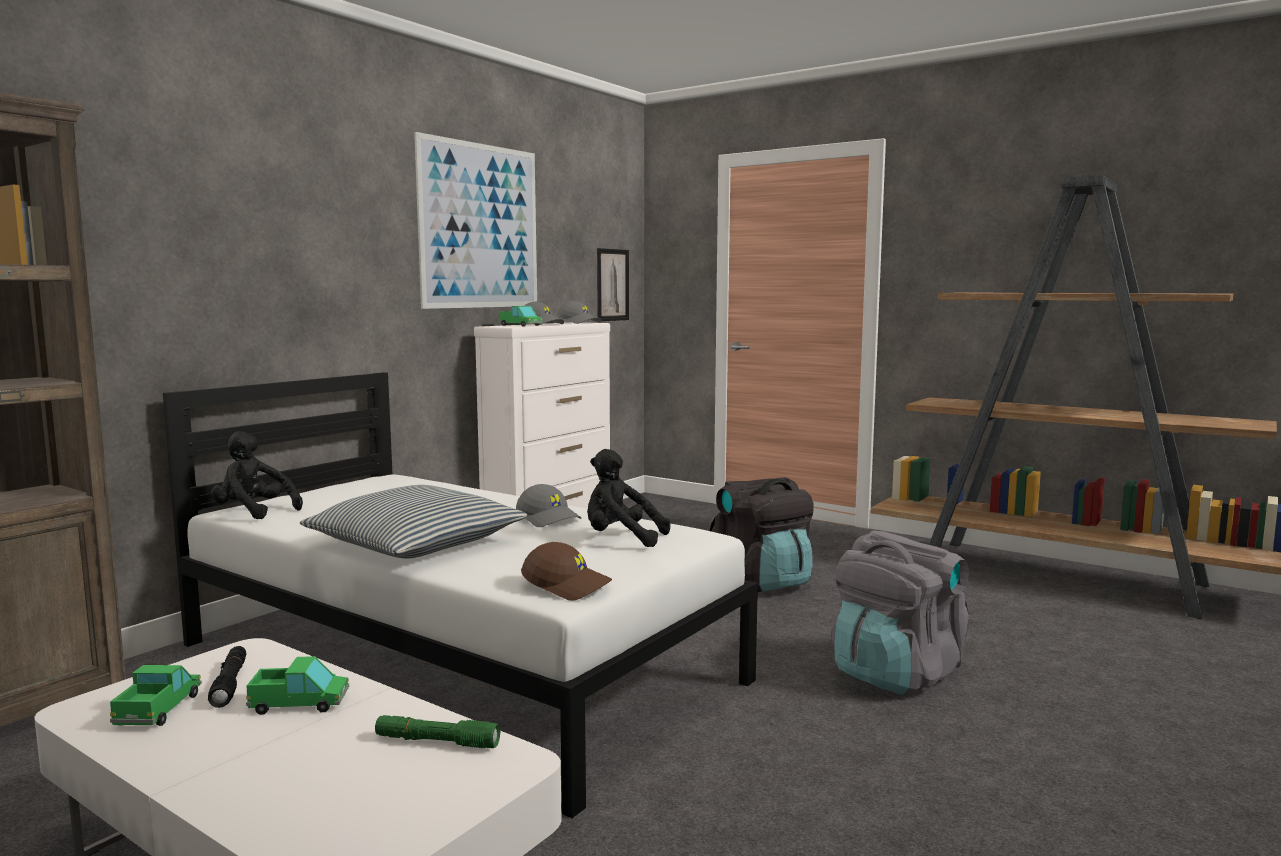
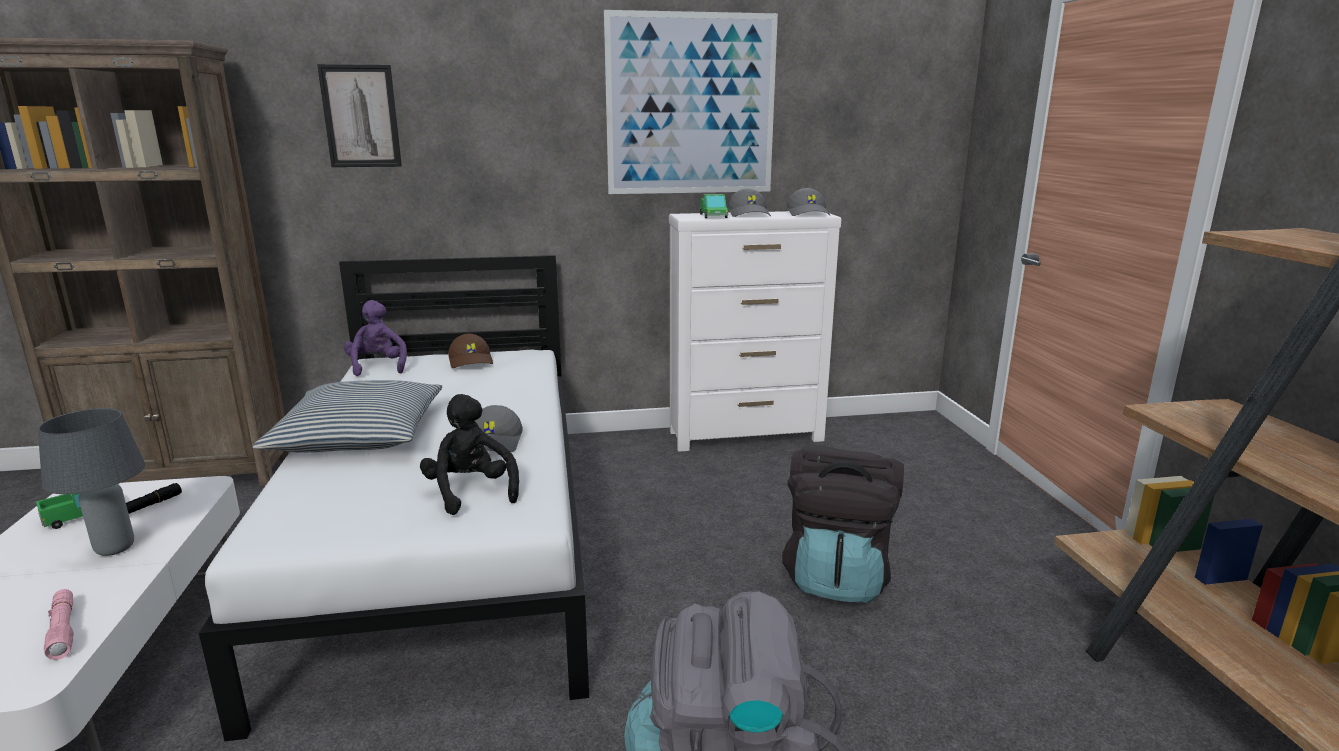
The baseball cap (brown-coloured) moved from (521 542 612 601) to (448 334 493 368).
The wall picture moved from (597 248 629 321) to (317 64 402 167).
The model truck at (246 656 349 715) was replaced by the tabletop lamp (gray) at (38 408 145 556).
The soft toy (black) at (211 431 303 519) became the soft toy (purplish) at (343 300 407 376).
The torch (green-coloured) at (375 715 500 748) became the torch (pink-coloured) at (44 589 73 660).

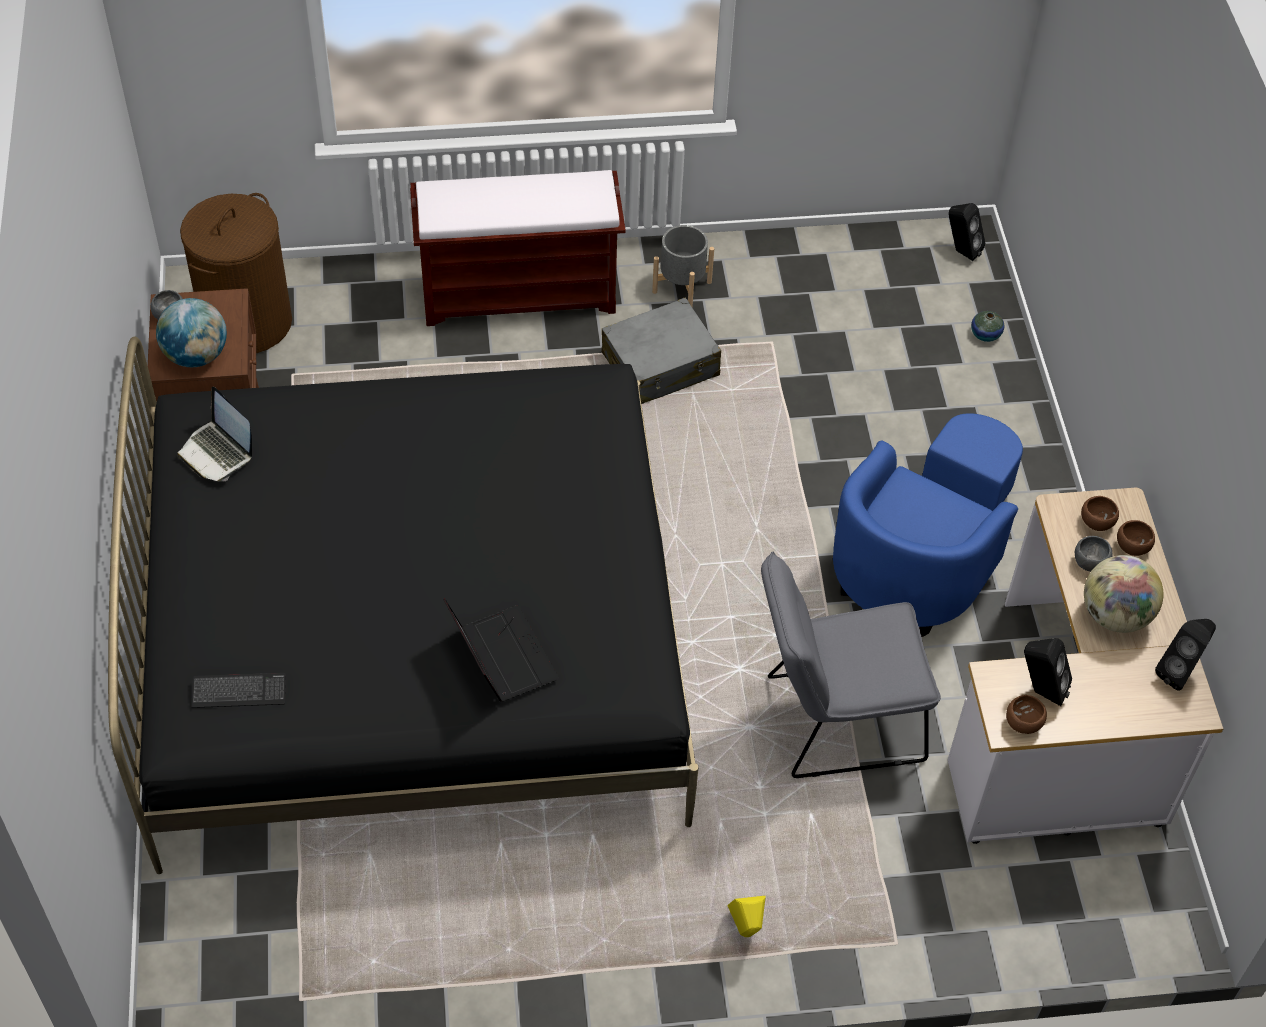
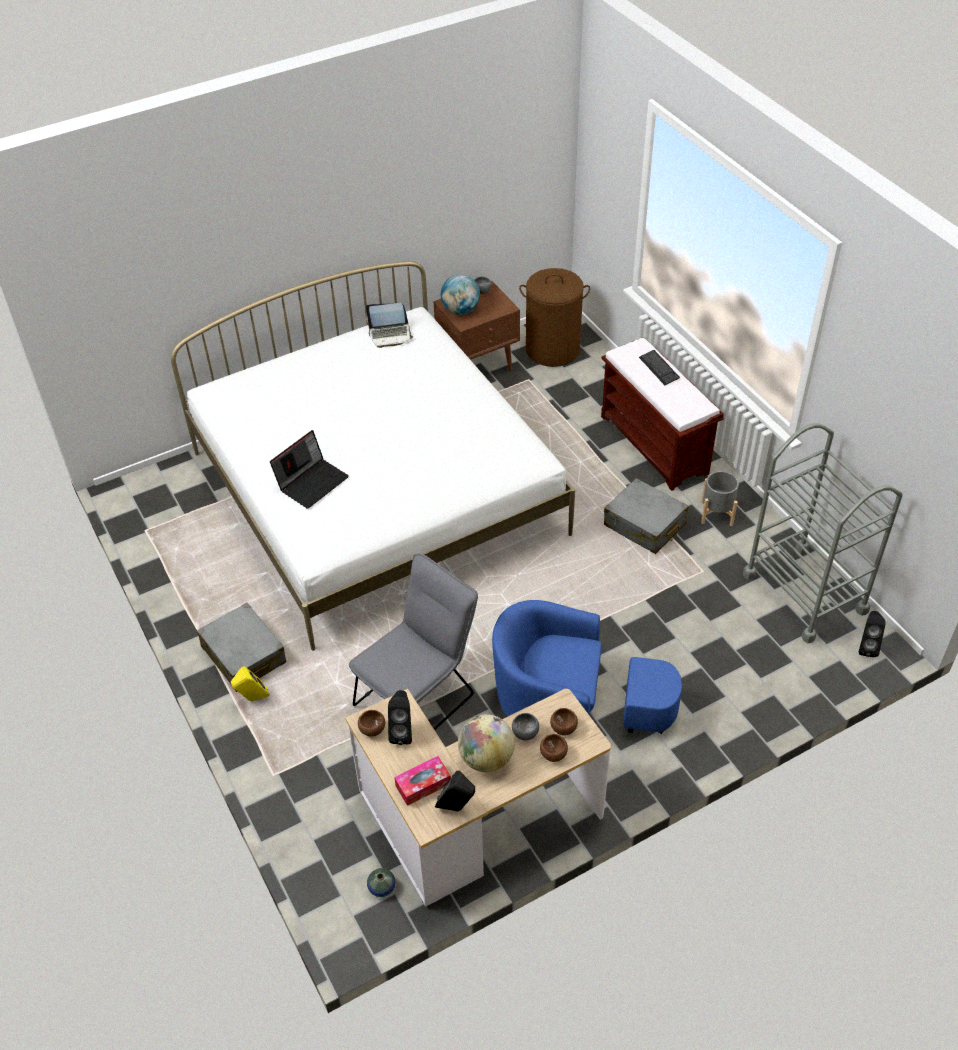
The travel case (gray) at (197 603 286 692) appeared.
The tissue holder at (394 756 451 806) appeared.
The wheeled cart (gray) at (743 423 903 643) appeared.
The computer keyboard moved from (192 673 286 708) to (639 350 680 385).
The decorative vase moved from (971 311 1004 342) to (367 868 396 897).
The sleeping bed (black) at (108 337 698 874) became the sleeping bed (white) at (171 261 575 651).
The notebook computer at (177 386 252 482) turned 120 degrees counterclockwise.
The plain chair (gray) at (761 551 941 778) turned 75 degrees clockwise.

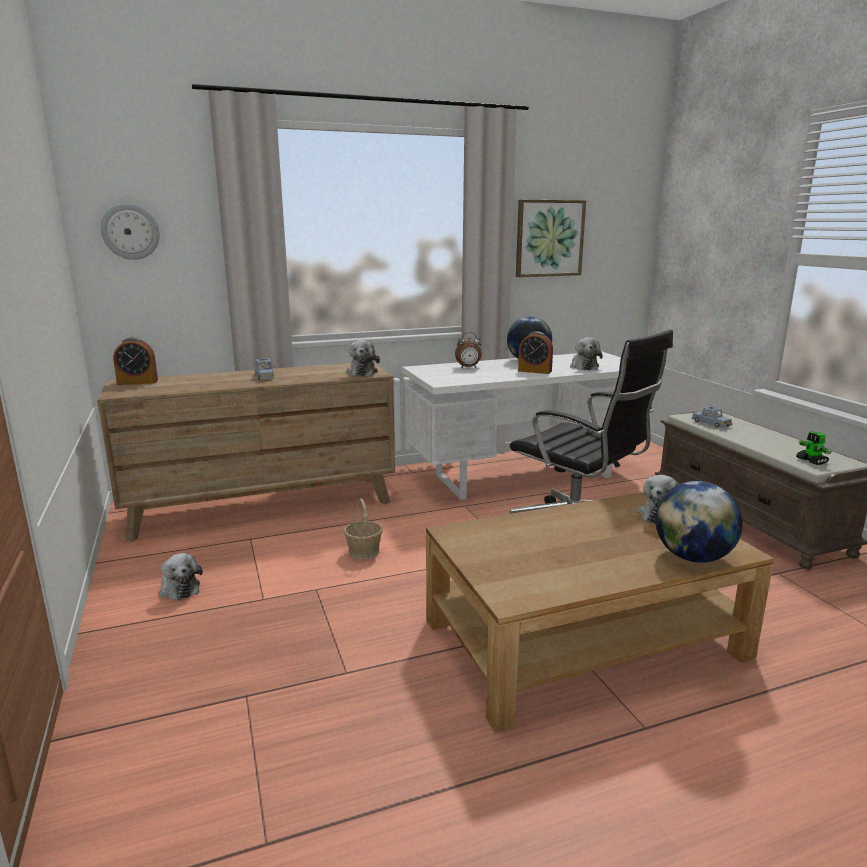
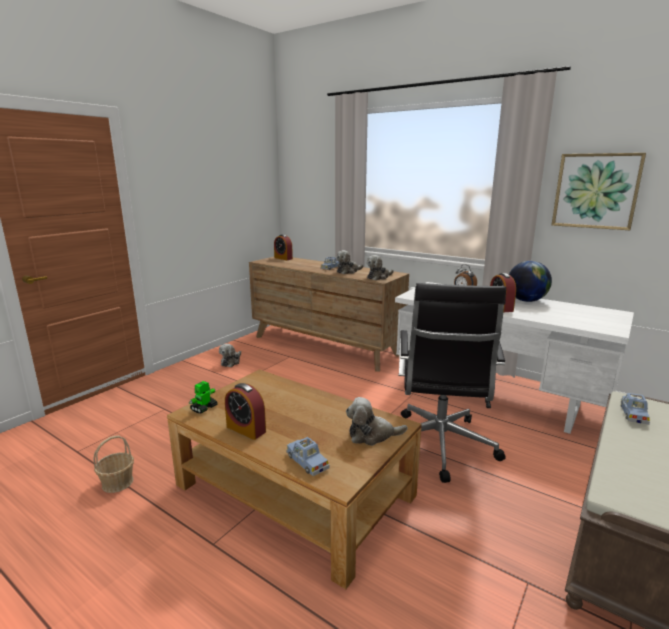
The hanging clock at (101 204 160 260) disappeared.
The alarm clock at (225 383 266 440) appeared.
The storage basket moved from (344 499 383 560) to (93 436 134 493).
The soft toy moved from (570 337 603 370) to (336 250 363 274).
The model robot moved from (796 431 831 465) to (189 381 217 414).
The desk globe at (655 481 743 563) was replaced by the miniature car (bluish) at (286 437 330 476).

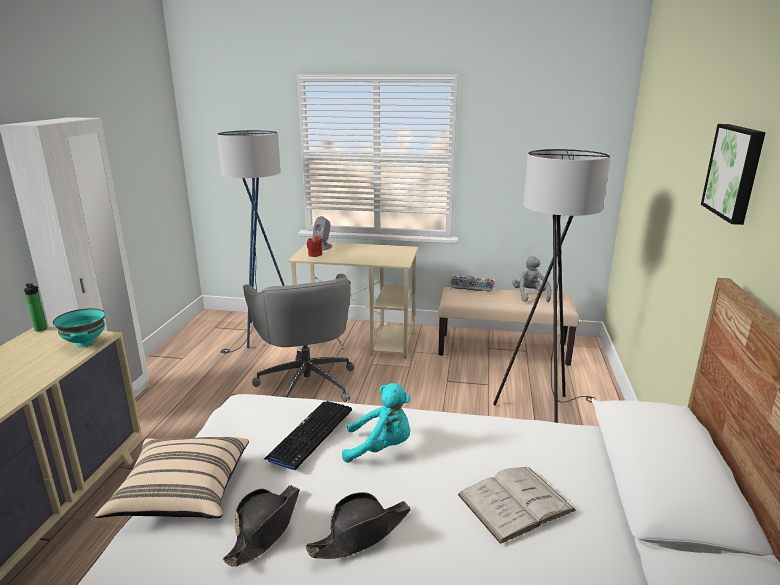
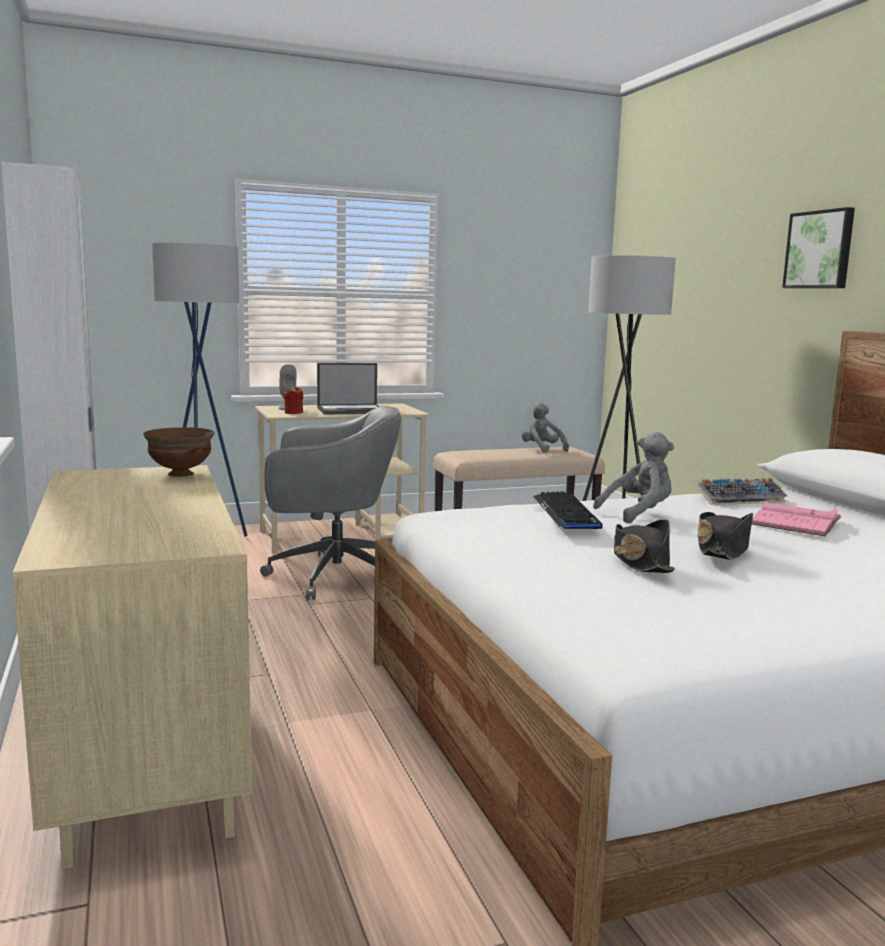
The beverage bottle at (24 283 47 331) disappeared.
The cushion (beige) at (95 437 249 519) disappeared.
The notebook computer at (317 363 379 414) appeared.
The computer keyboard moved from (448 275 495 293) to (693 478 787 505).
The bowl (turquoise) at (53 308 105 347) became the bowl (brown-coloured) at (143 427 214 477).
The soft toy (turquoise) at (342 383 410 463) became the soft toy (gray) at (593 432 674 523).
The bound book (white) at (458 467 576 544) became the bound book (pink-coloured) at (752 502 841 536).
The computer chair (gray) at (243 274 354 402) turned 45 degrees counterclockwise.

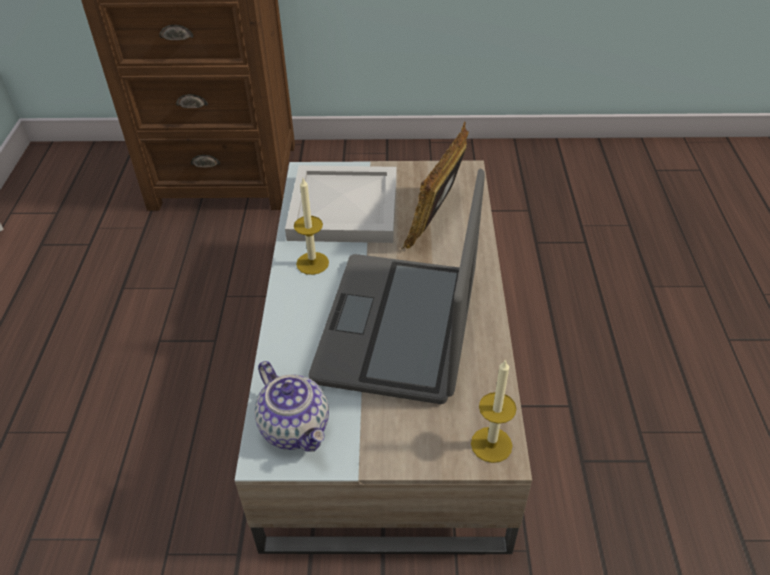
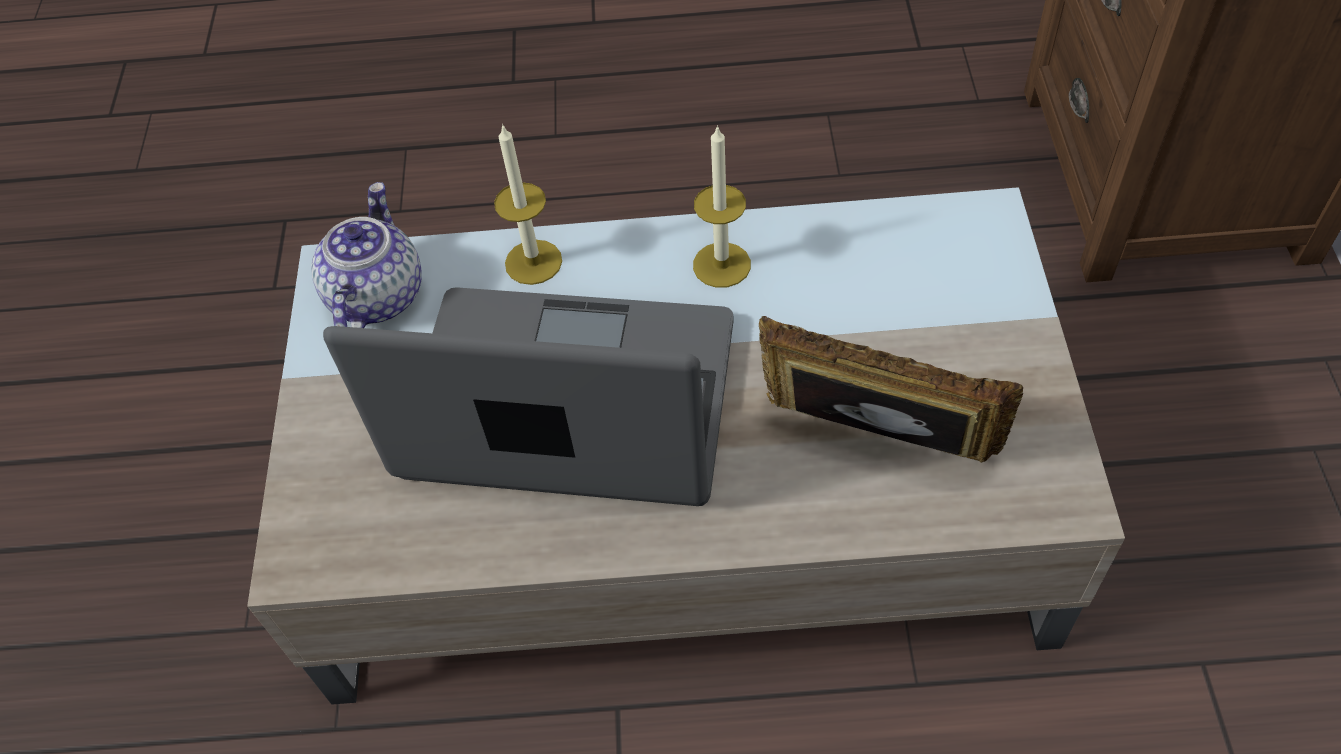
The tray (white) at (285 165 397 243) disappeared.
The wax candle moved from (471 359 517 463) to (494 124 562 285).
The tea pot at (254 361 329 451) turned 135 degrees clockwise.

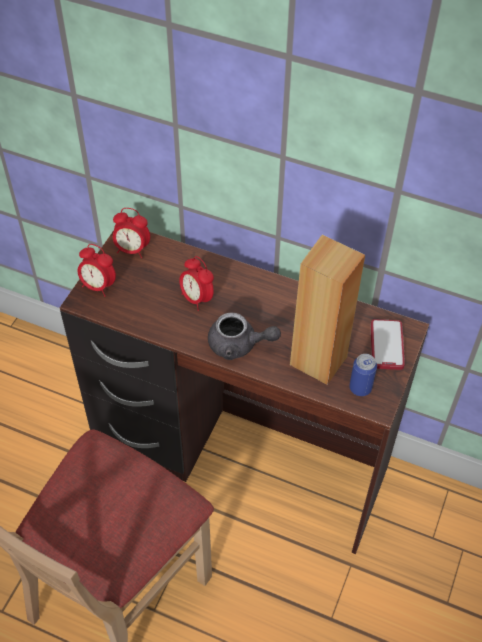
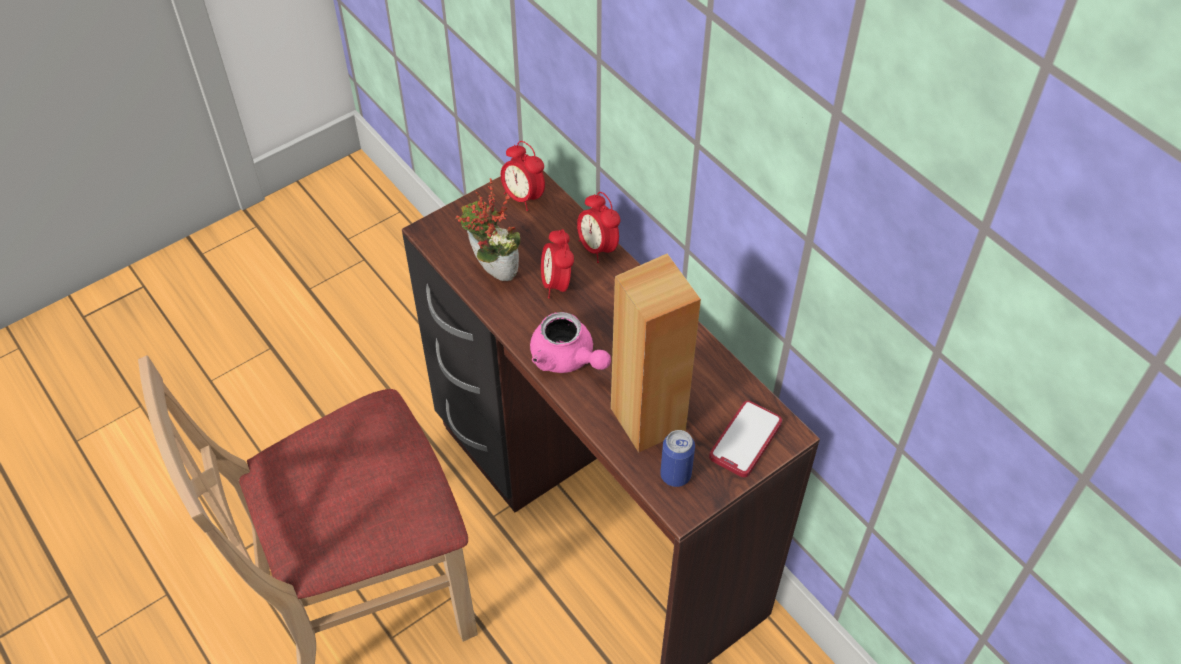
The plant in a pot at (456 178 520 281) appeared.
The alarm clock moved from (77 244 116 297) to (577 192 620 263).
The tea pot (gray) at (208 312 281 360) became the tea pot (pink-coloured) at (530 312 611 373).

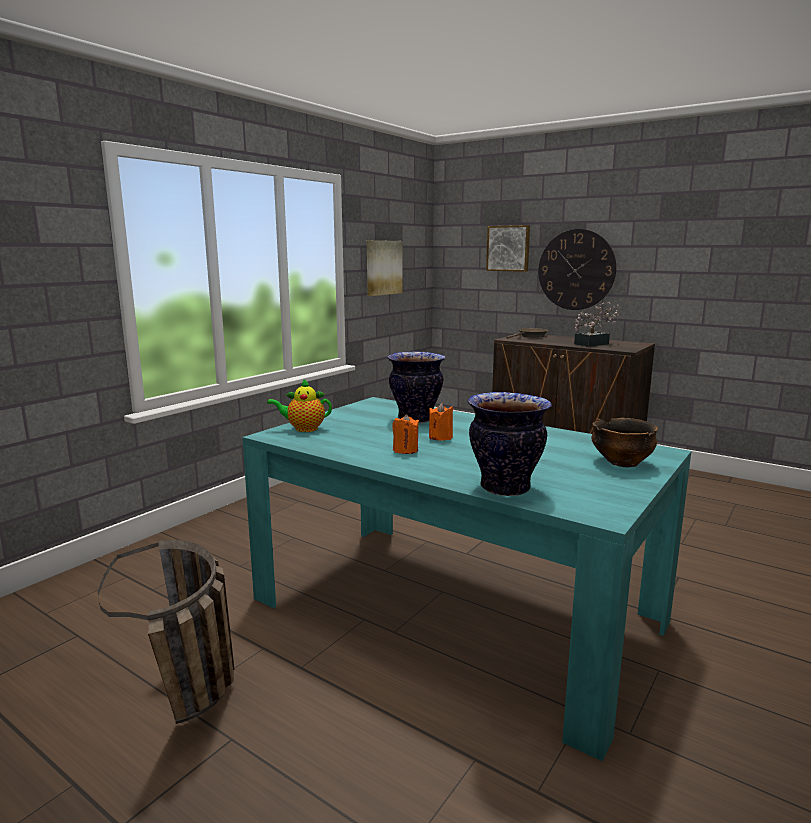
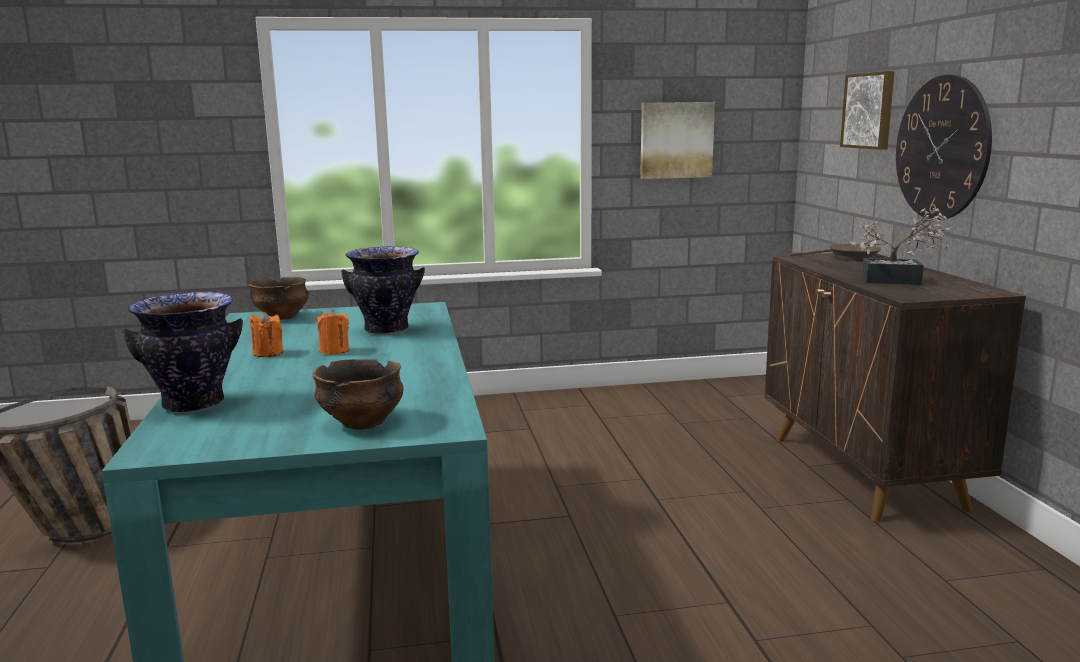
The tea pot at (267 379 332 432) was replaced by the bowl at (249 277 309 320).

